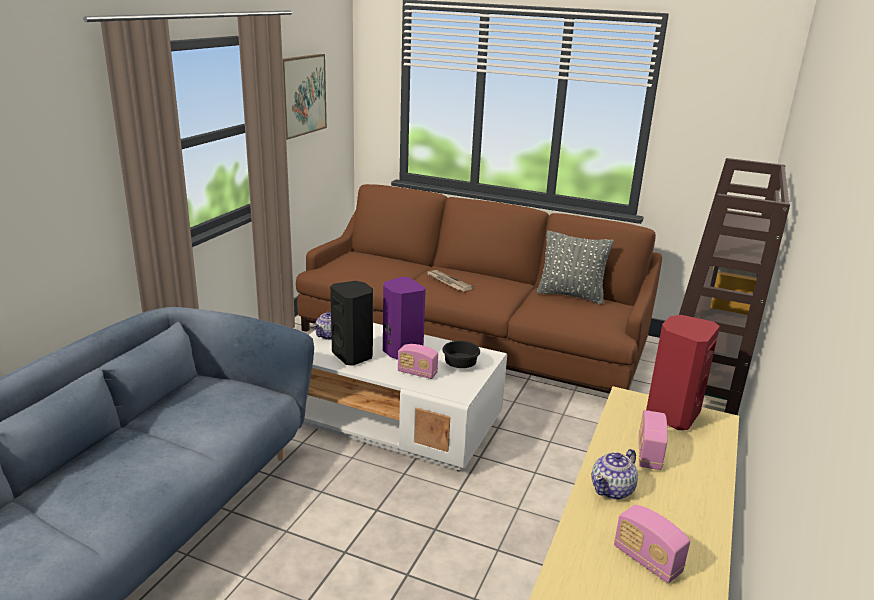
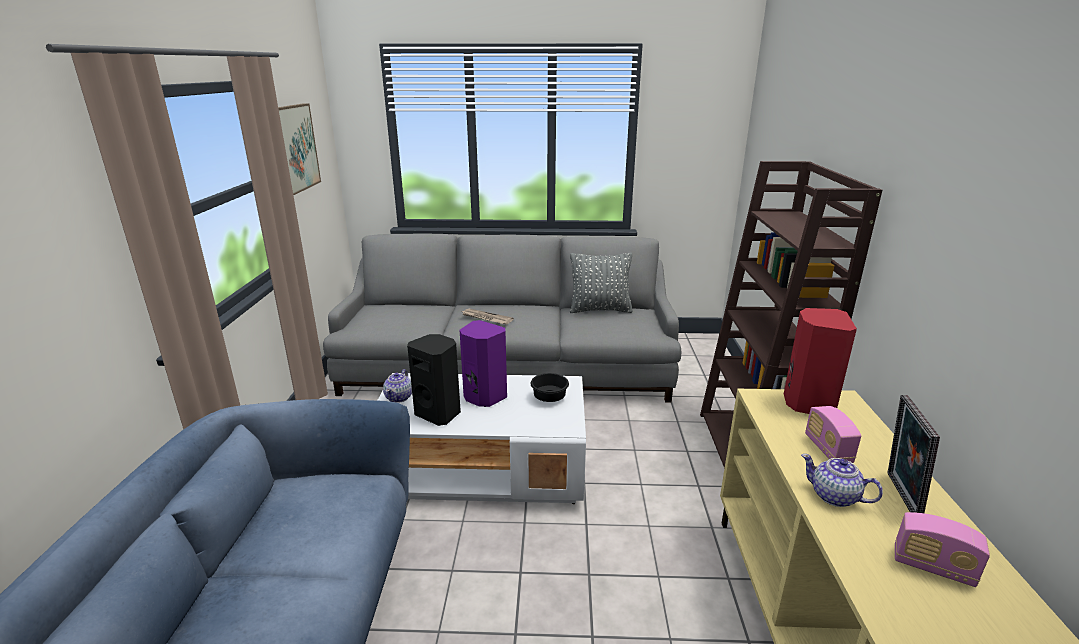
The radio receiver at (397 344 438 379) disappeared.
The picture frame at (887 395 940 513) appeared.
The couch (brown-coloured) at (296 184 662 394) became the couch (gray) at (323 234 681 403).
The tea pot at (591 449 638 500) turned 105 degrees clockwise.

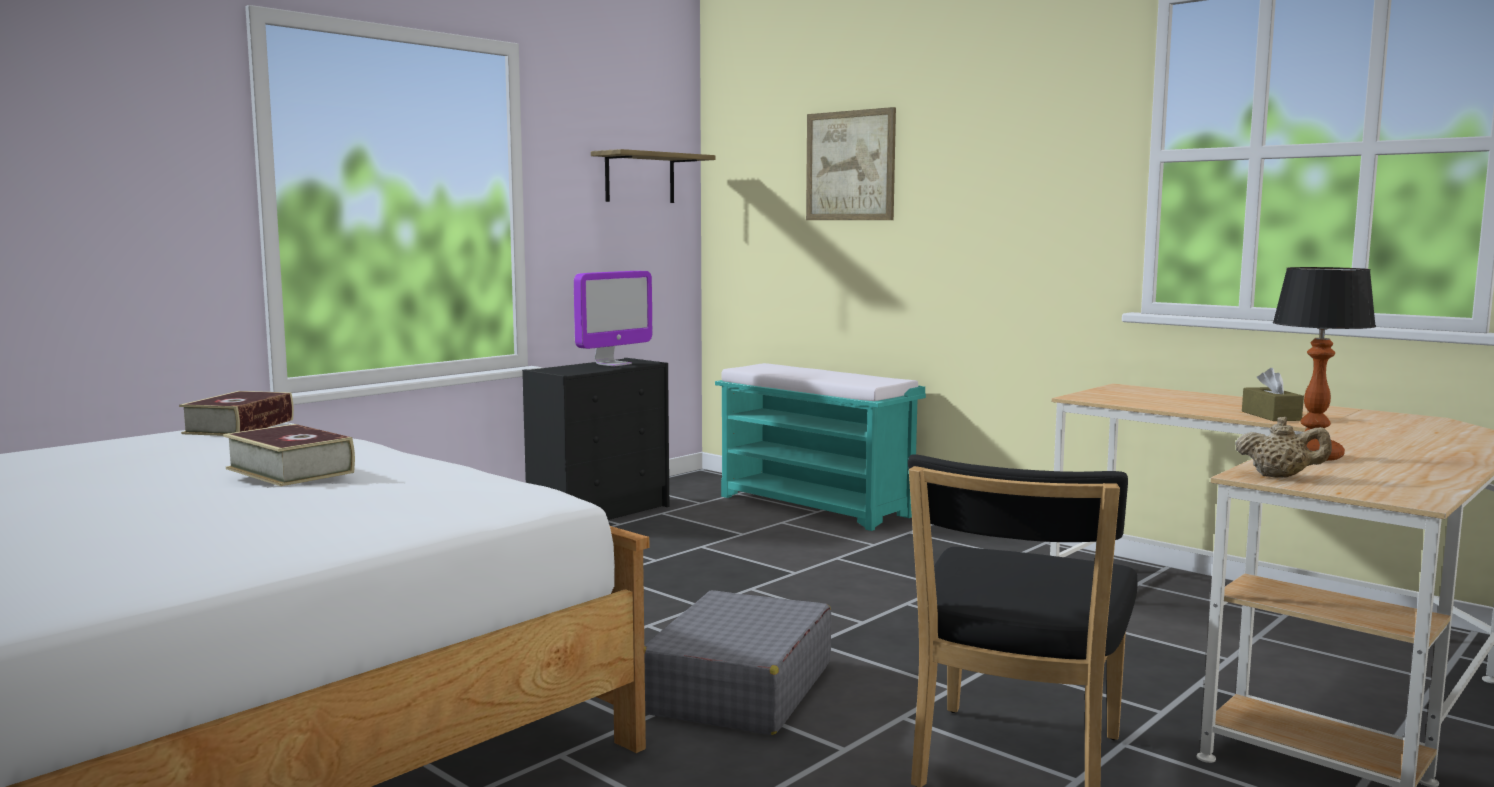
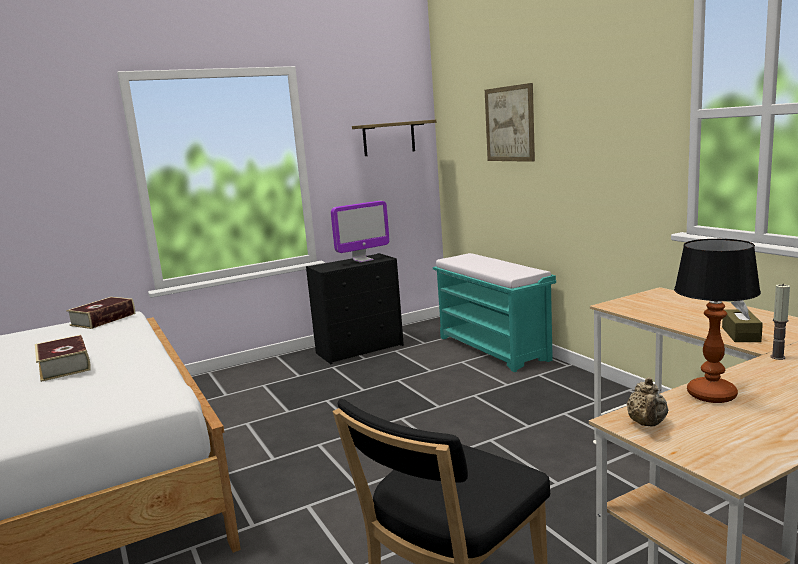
The travel case (gray) at (644 590 832 735) disappeared.
The wax candle at (771 283 790 360) appeared.
The tea pot (beige) at (1235 417 1332 478) turned 60 degrees clockwise.

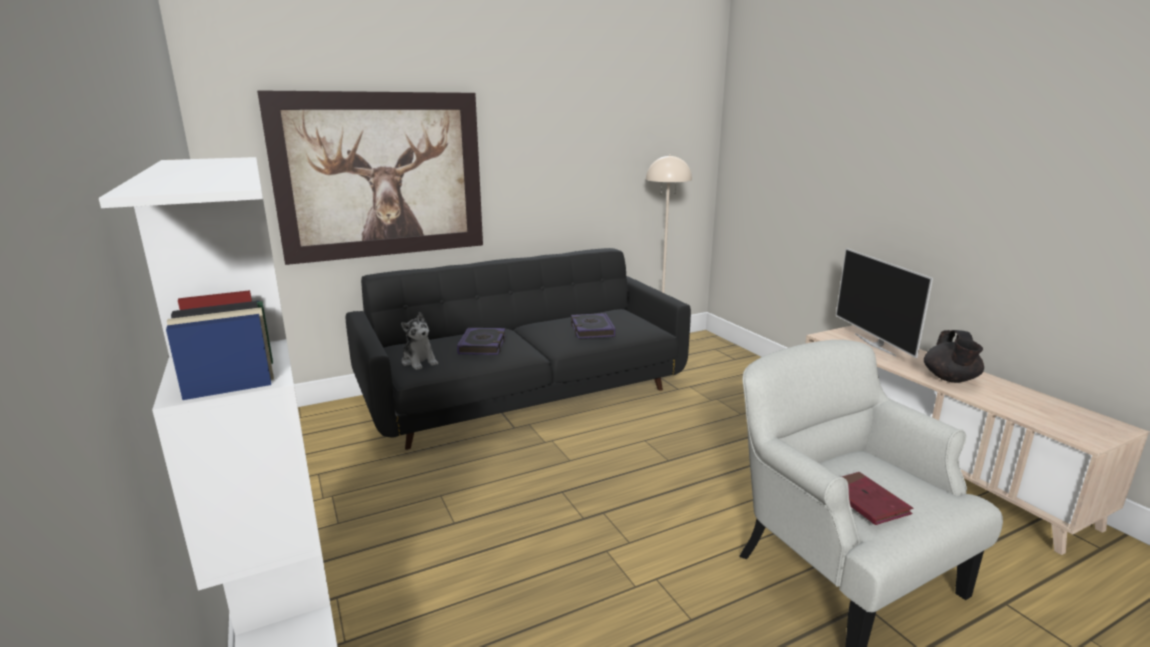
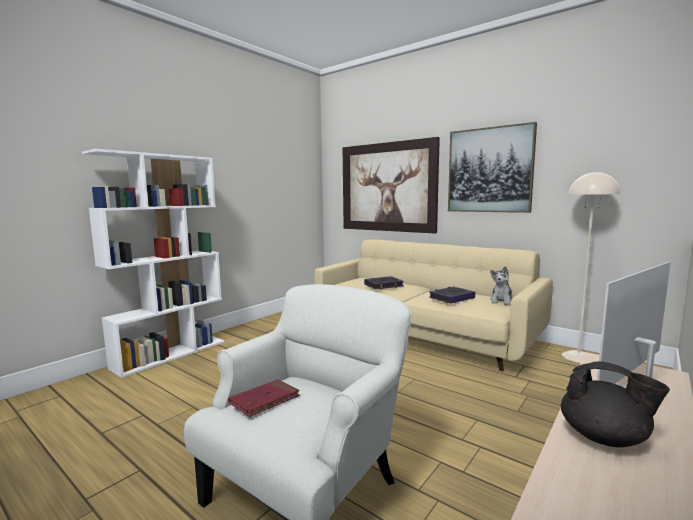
The wall picture at (448 122 537 213) appeared.
The soft toy moved from (401 312 438 370) to (490 266 512 305).
The couch (black) at (346 248 691 450) became the couch (beige) at (315 239 553 371).
The tea pot (black) at (924 330 984 383) turned 135 degrees counterclockwise.

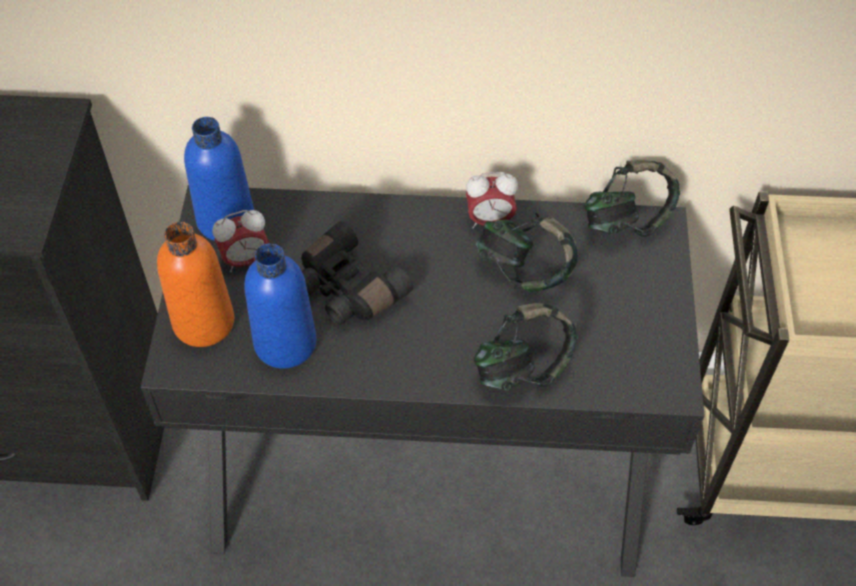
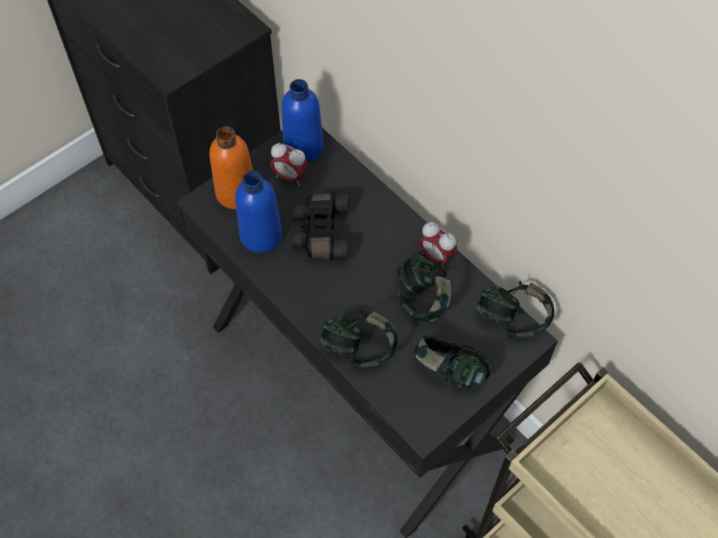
The headphones at (414 335 490 389) appeared.

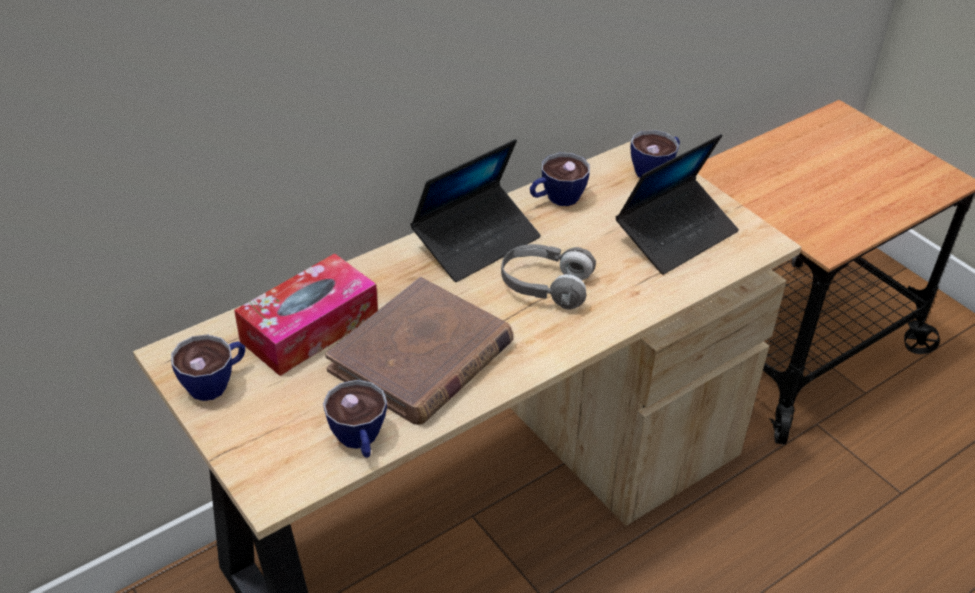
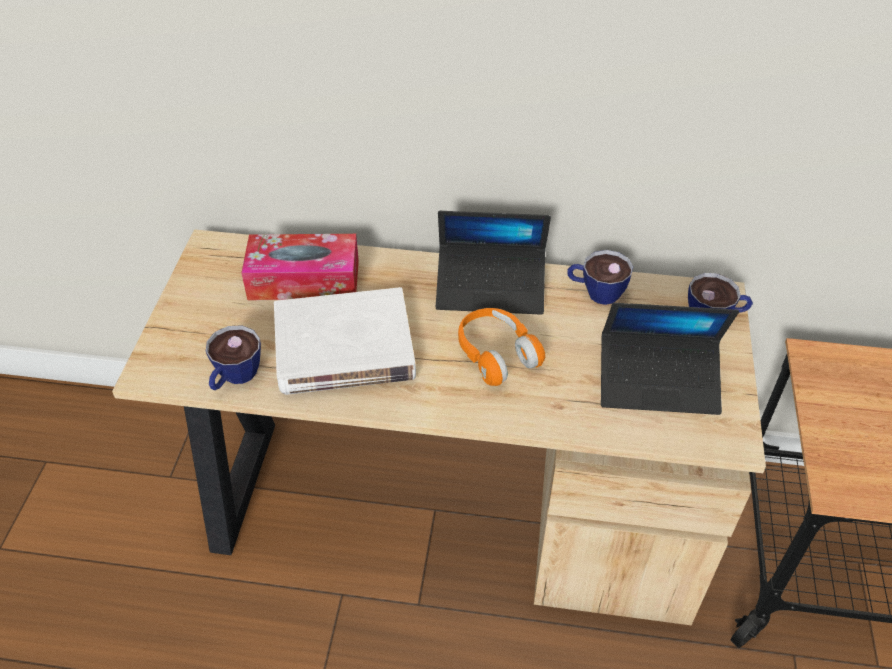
The small cup at (171 334 245 401) disappeared.
The bound book (brown-coloured) at (325 277 514 425) became the bound book (white) at (274 287 416 395).
The headphones (gray) at (501 244 596 309) became the headphones (orange-coloured) at (458 308 545 386).

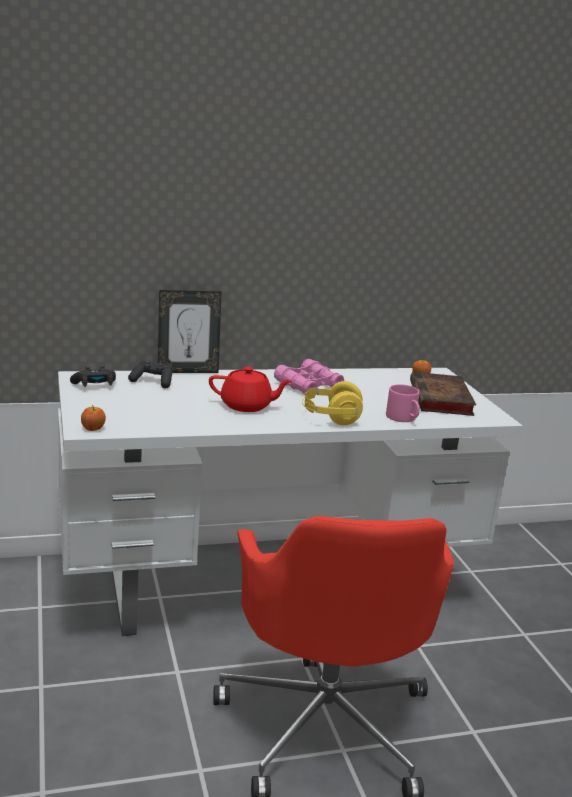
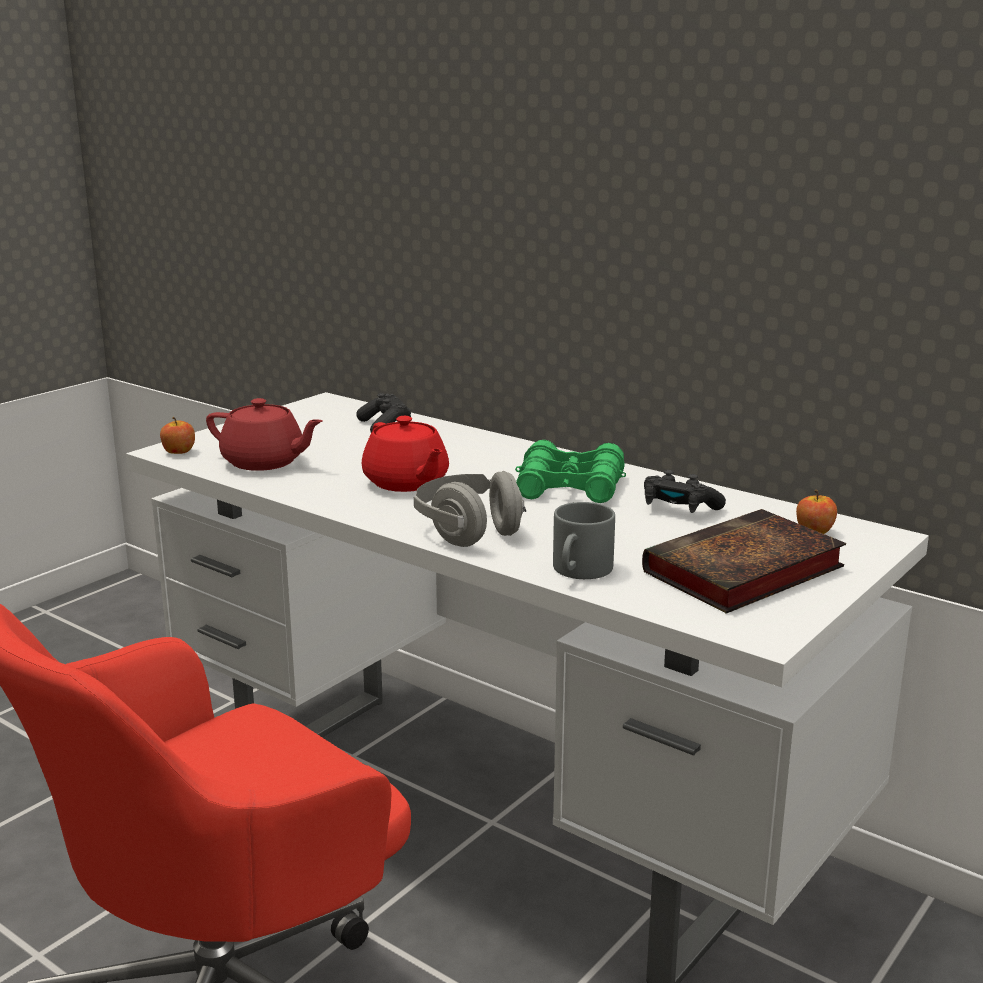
The picture frame at (158 290 221 373) disappeared.
The tea pot (red) at (206 398 323 471) appeared.
The gamepad (black) moved from (70 365 116 387) to (644 470 726 513).
The binoculars (pink-coloured) at (274 359 344 395) became the binoculars (green-coloured) at (515 440 626 503).
The headphones (yellow) at (302 381 363 425) became the headphones (gray) at (414 471 526 547).
The coffee mug (pink-coloured) at (386 384 420 422) became the coffee mug (gray) at (553 502 615 579).

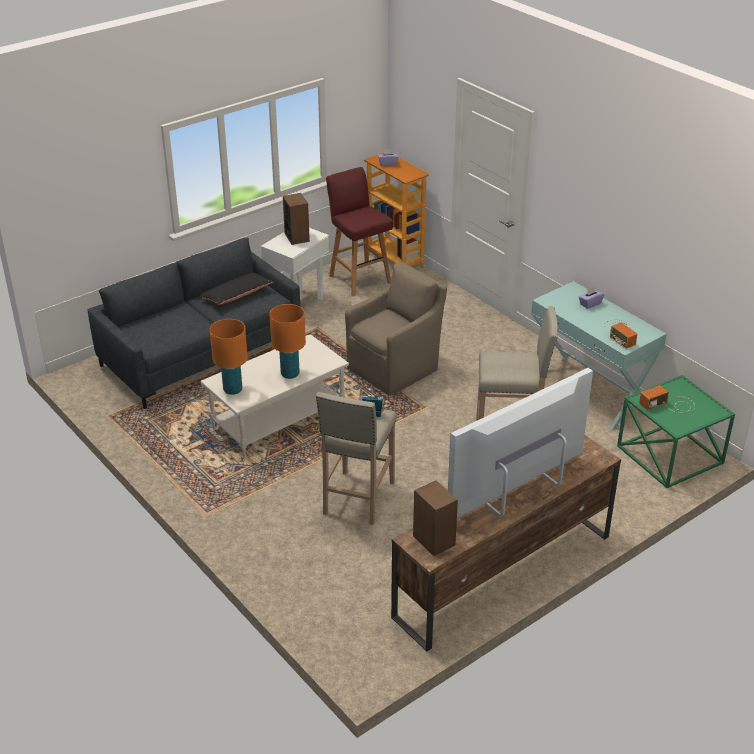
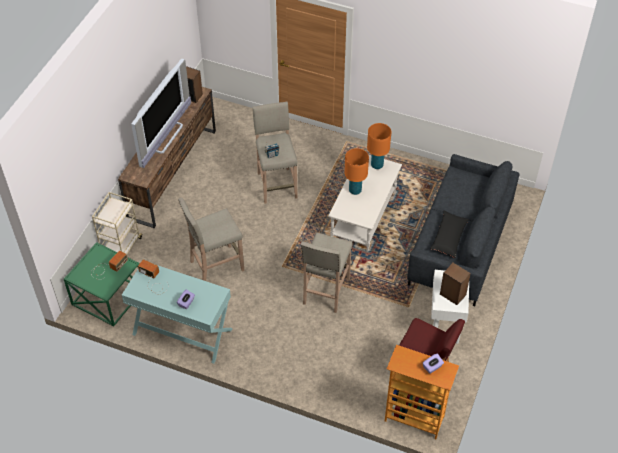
The wheeled cart (beige) at (92 192 142 254) appeared.
The lounge chair (brown-coloured) at (345 262 447 396) was replaced by the stool (beige) at (301 233 353 313).

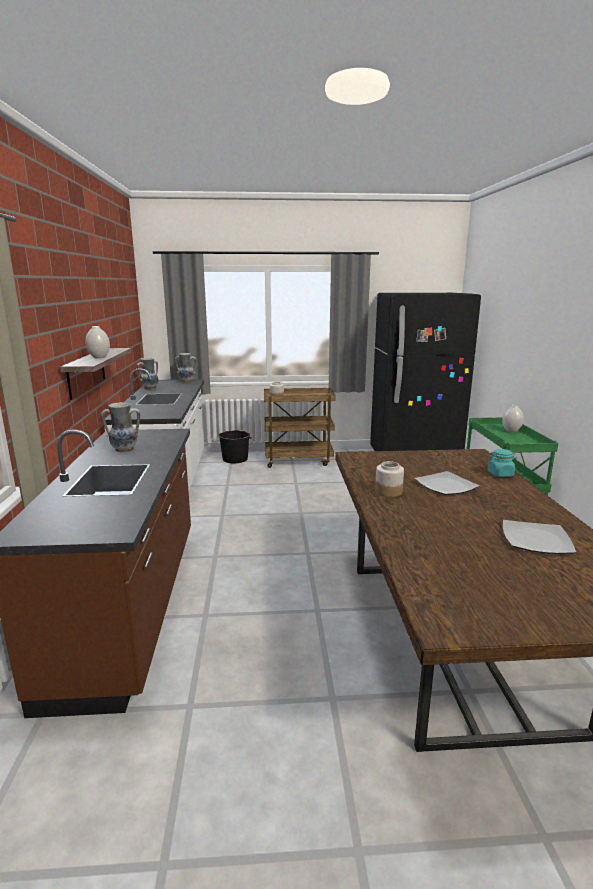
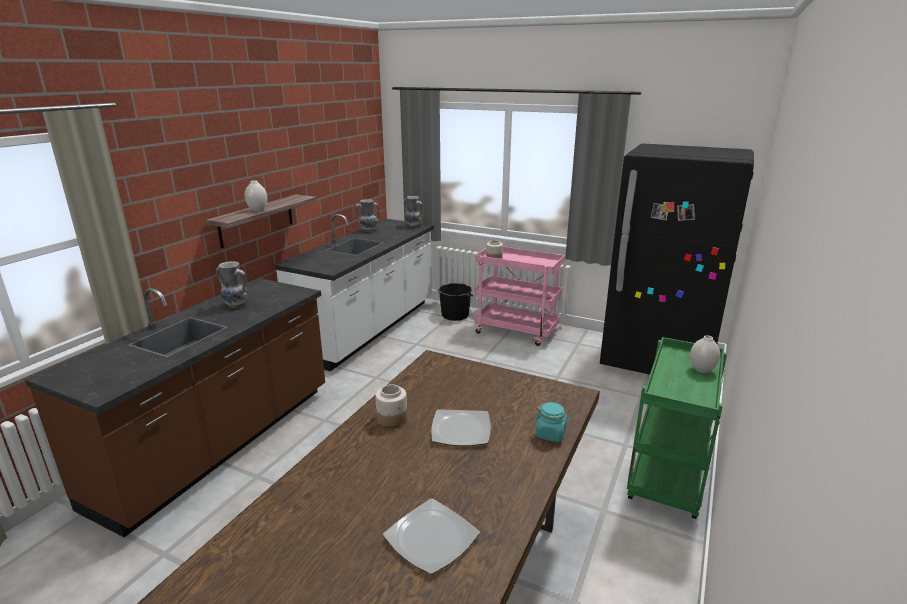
The wheeled cart (brown-coloured) at (264 388 335 468) became the wheeled cart (pink-coloured) at (474 247 565 346).

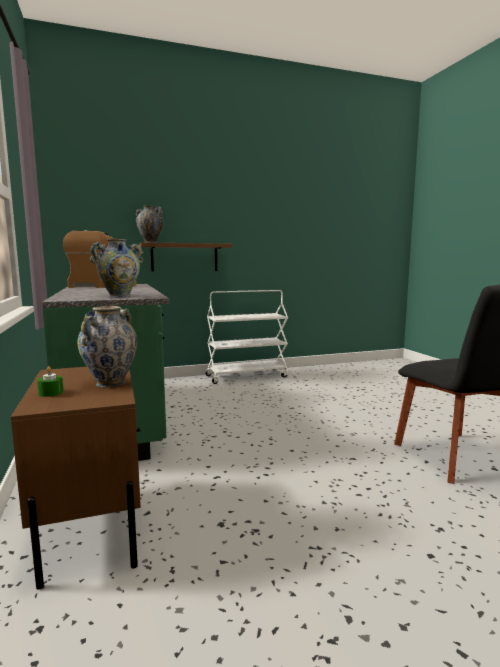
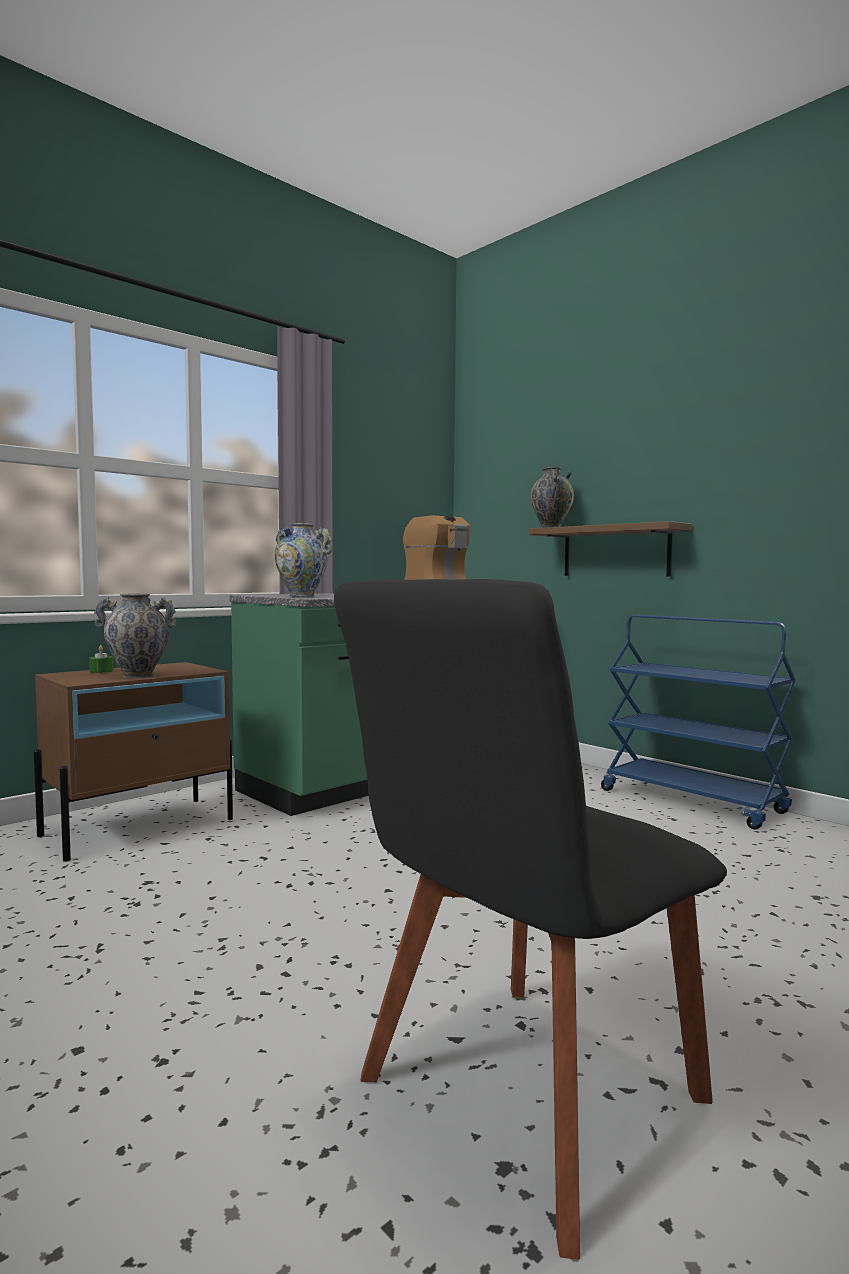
The wheeled cart (white) at (205 290 288 384) became the wheeled cart (bluish) at (601 615 796 830).

